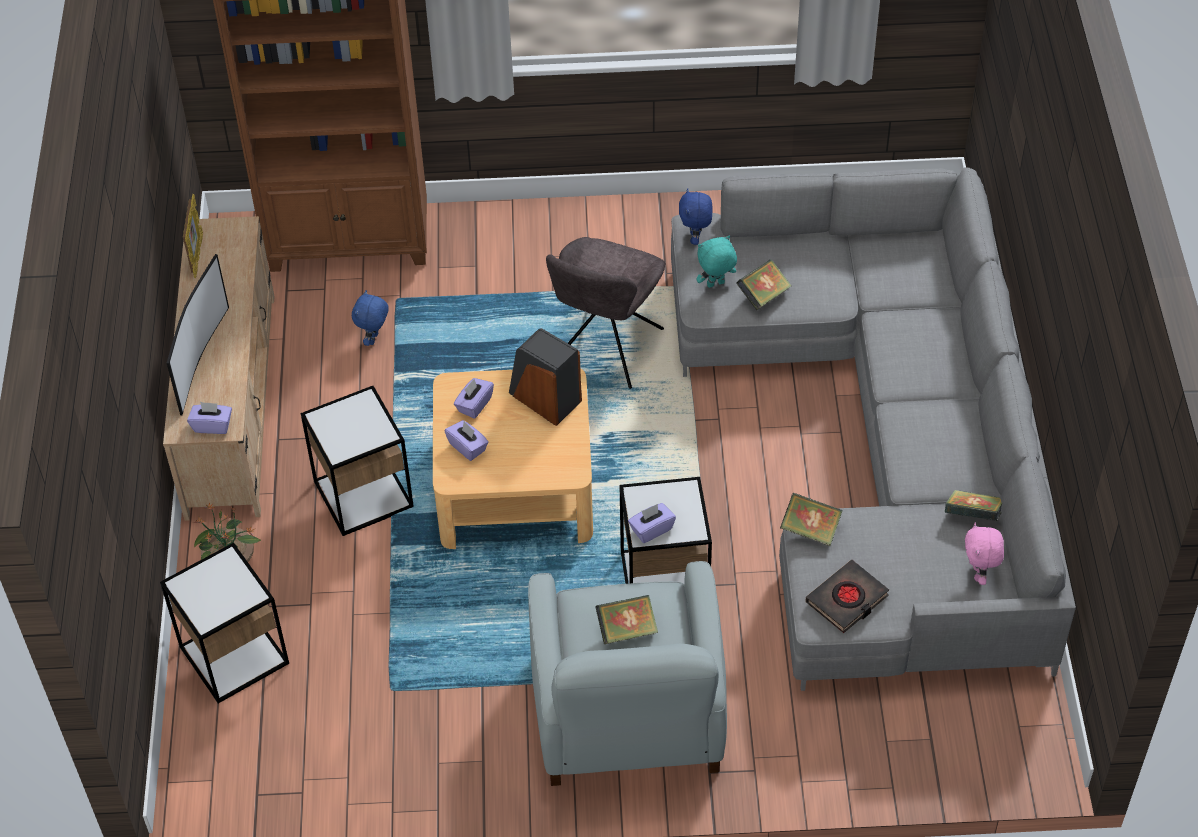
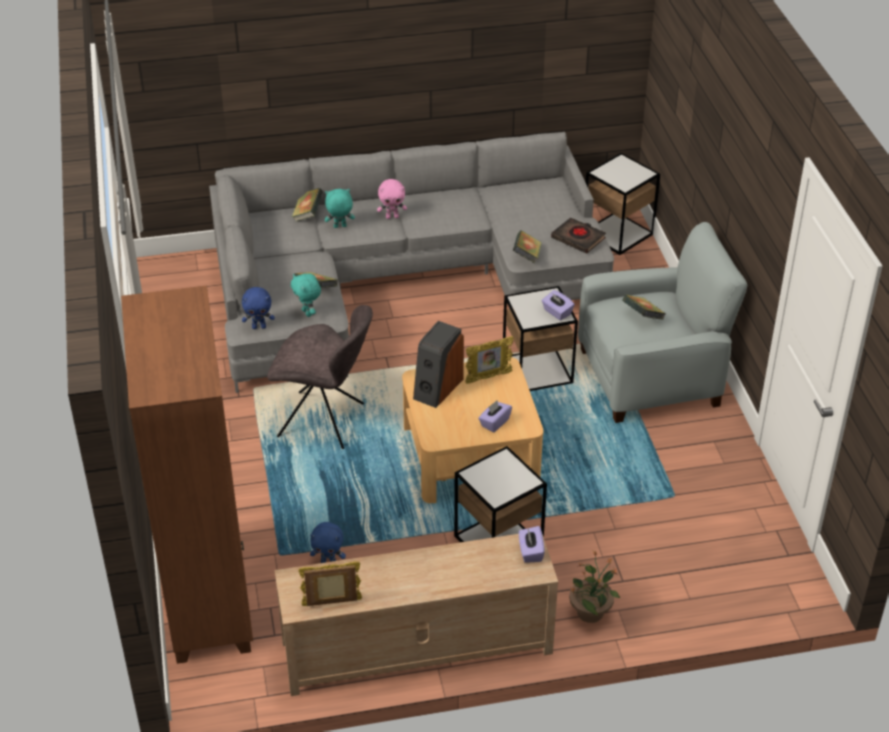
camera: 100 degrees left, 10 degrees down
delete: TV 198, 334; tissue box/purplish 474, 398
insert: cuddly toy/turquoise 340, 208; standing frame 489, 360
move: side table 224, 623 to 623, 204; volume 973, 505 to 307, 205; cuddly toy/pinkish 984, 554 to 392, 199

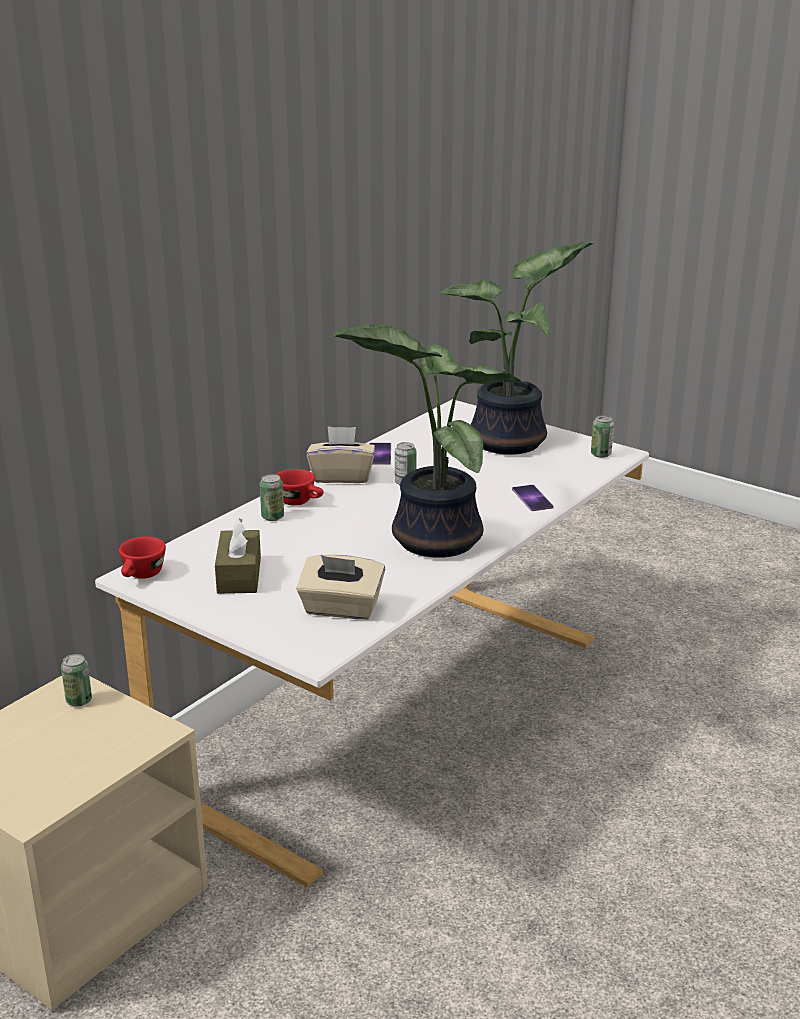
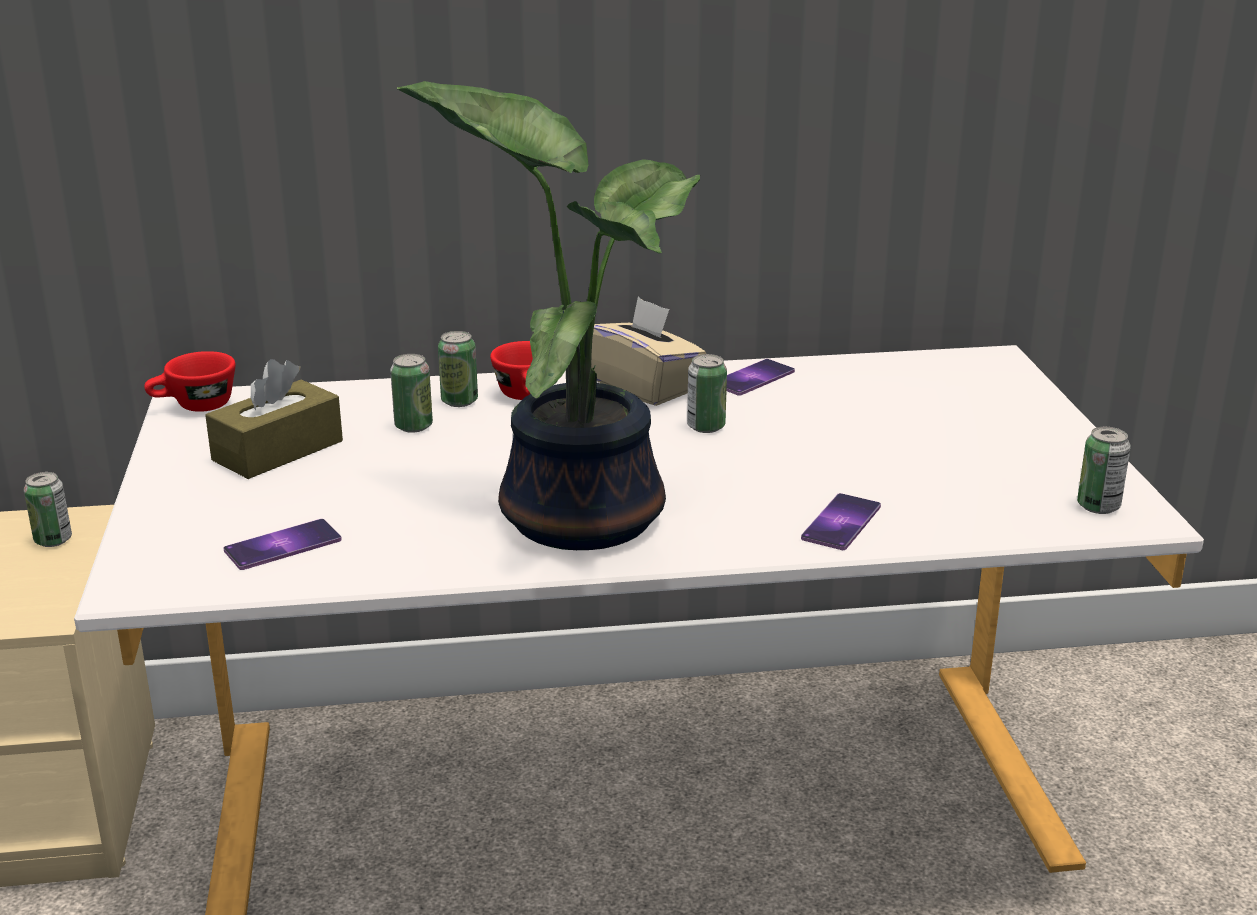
camera: 45 degrees right, 0 degrees up
delete: houseplant 517, 348
insert: can 411, 393
replace: tissue box/sand-coloured 340, 587 to phone 283, 544

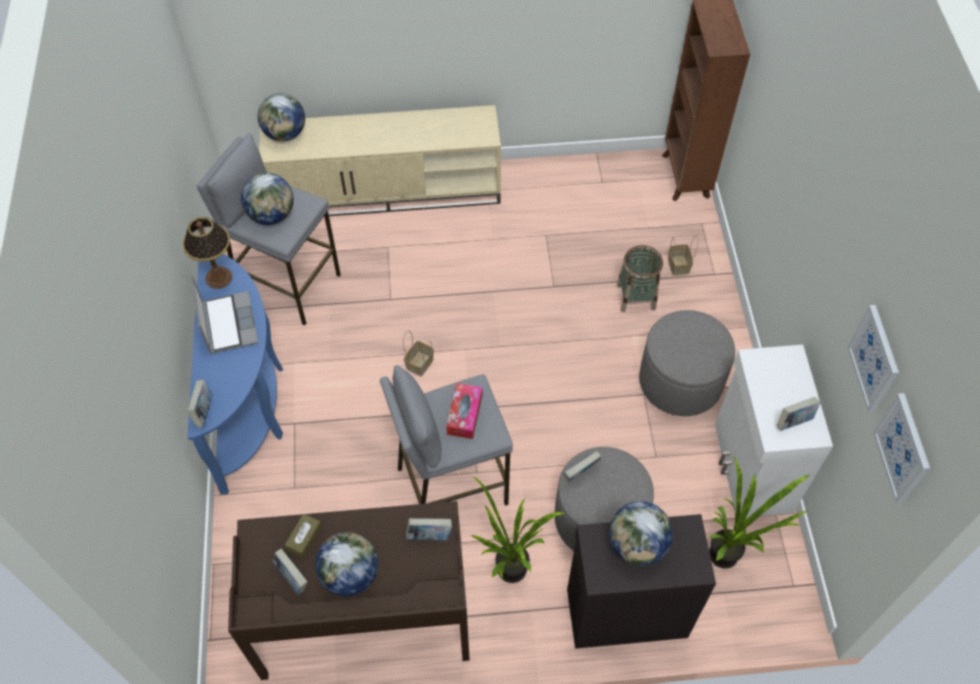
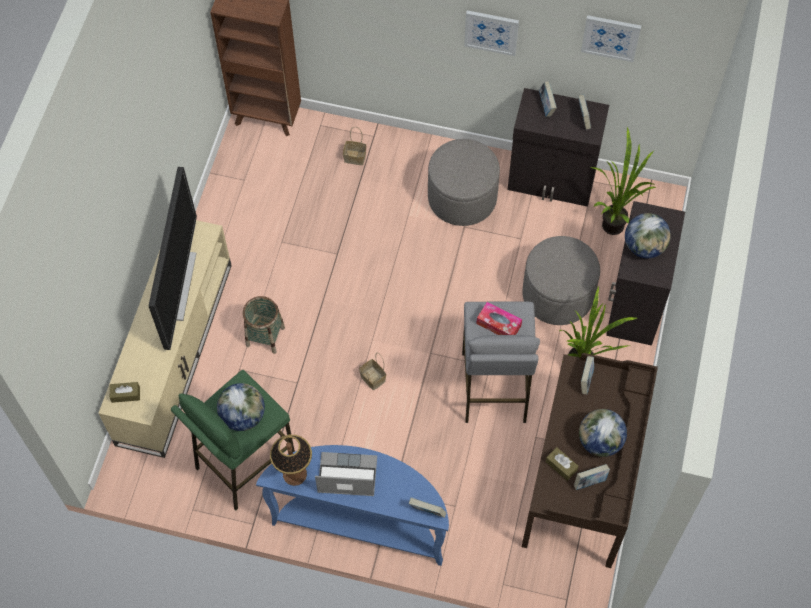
camera: 70 degrees left, 5 degrees up
insert: TV 173, 258
move: volume 583, 466 to 548, 99; household basket 640, 278 to 264, 325; picture 901, 448 to 491, 33
replace: world globe 281, 117 to tissue box/brown 125, 392
recolor: stool seat/greyish 269, 229 to stool seat/green-coloured 233, 440; cabinet/whitish 774, 431 to cabinet/black-coloured 558, 147

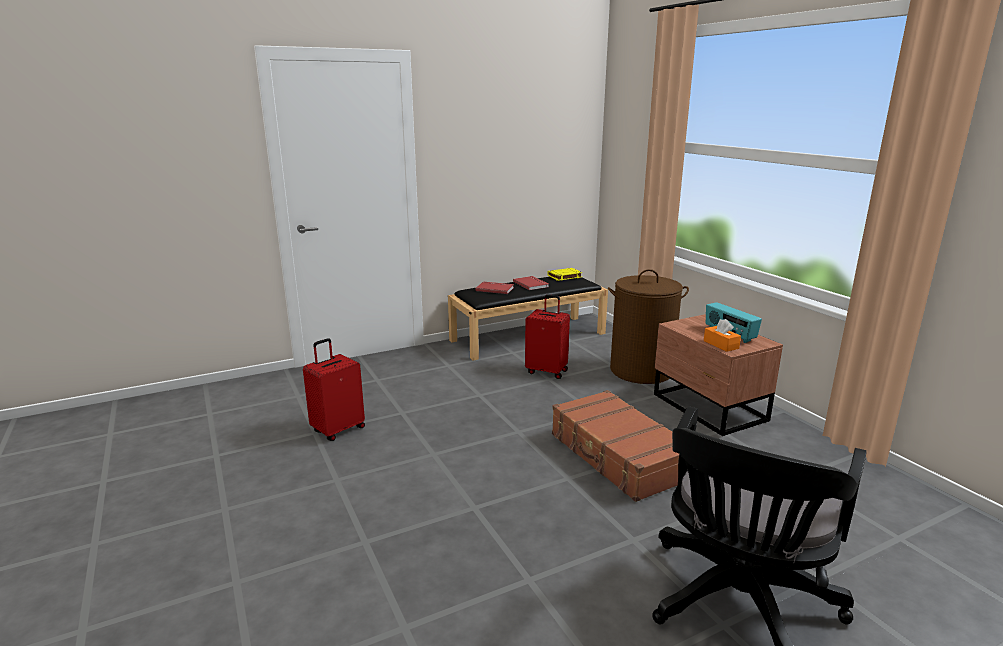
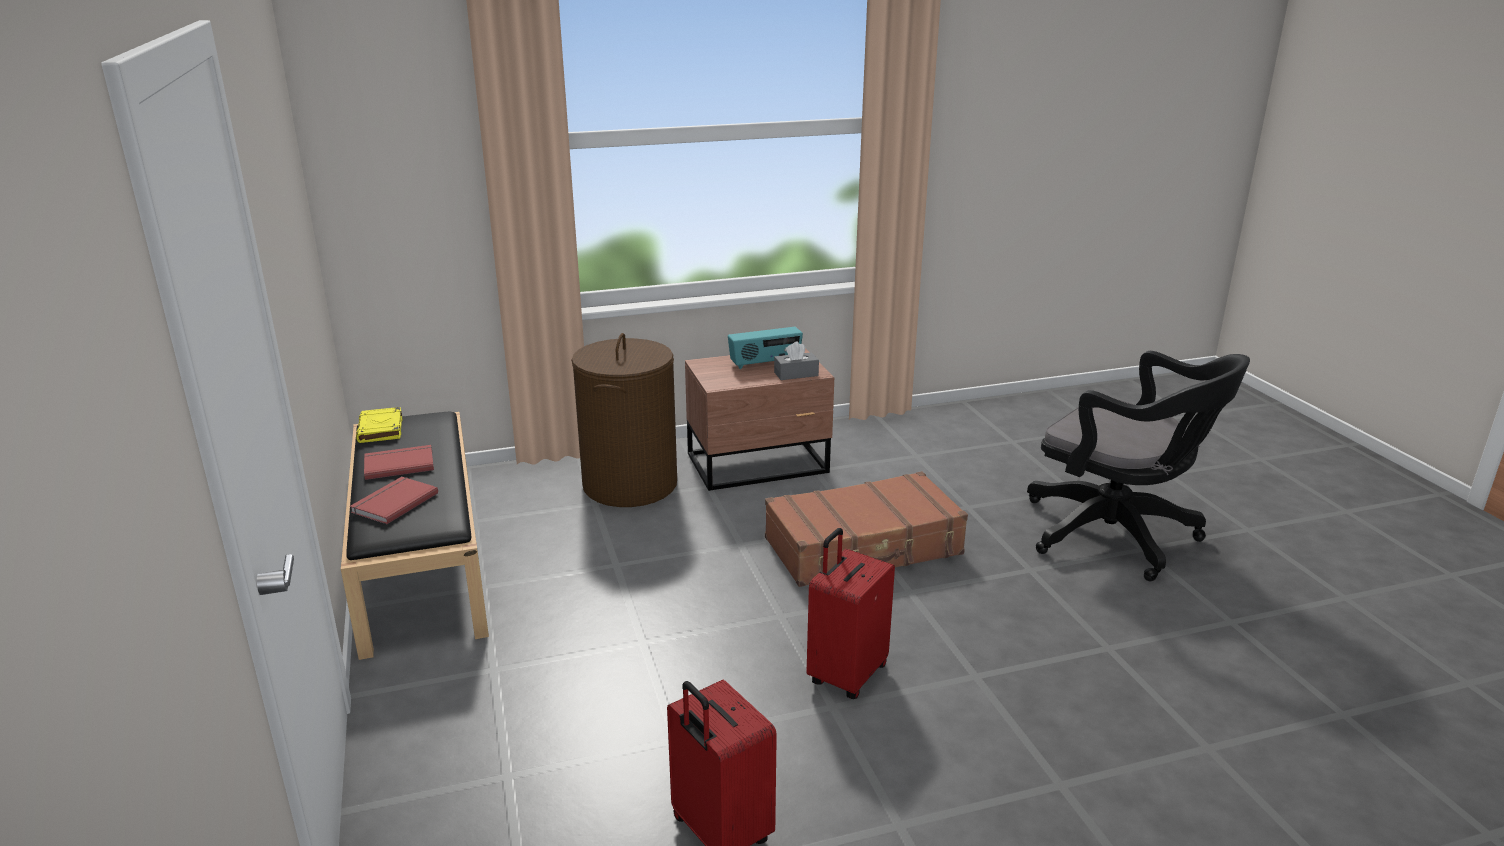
camera: 80 degrees left, 5 degrees up
move: suitcase/reddish 547, 336 to 851, 613
recolor: tissue box/orange 722, 335 to tissue box/greyish 796, 360

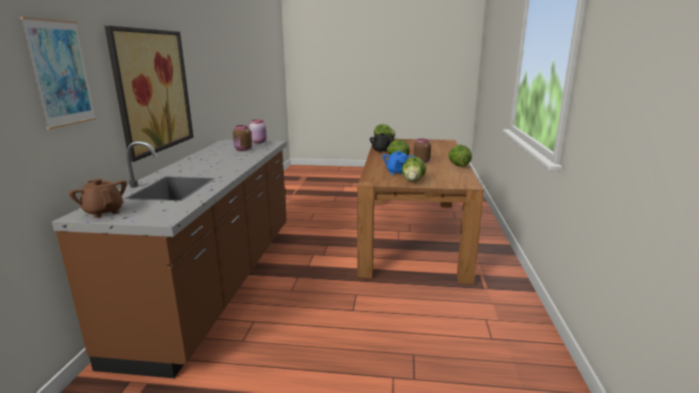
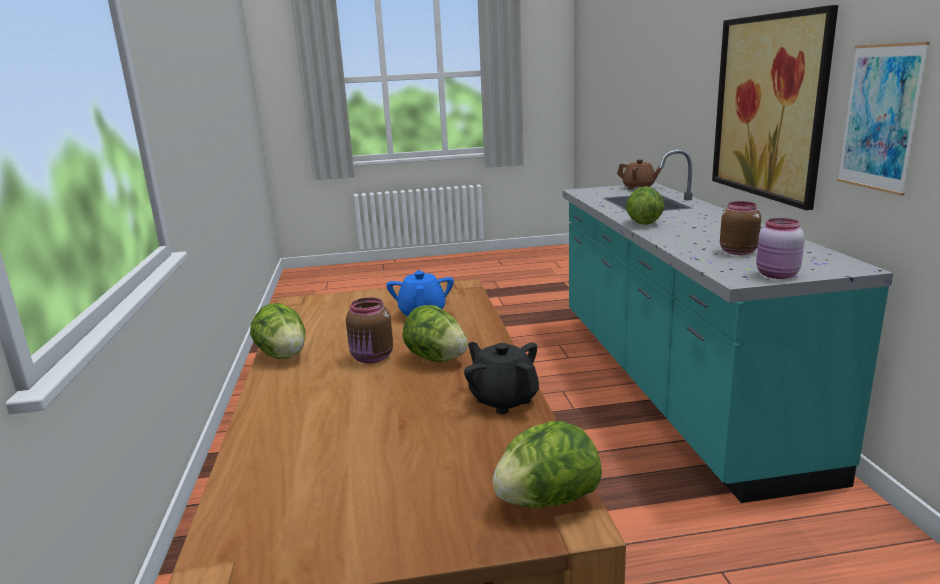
camera: 165 degrees right, 0 degrees up
move: picture 58, 73 to 883, 119; head of lettuce 414, 169 to 645, 205
recolor: kitchen base unit/brown 169, 259 to kitchen base unit/turquoise 728, 326

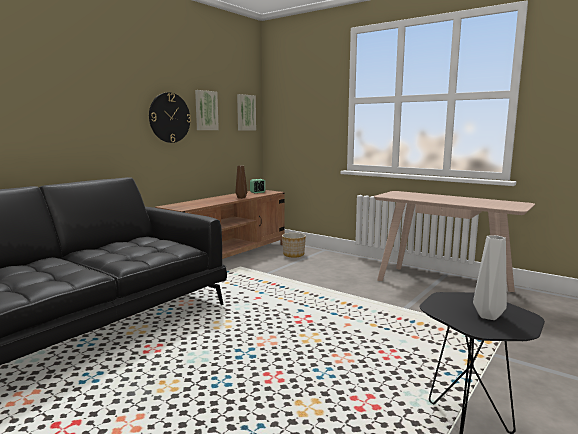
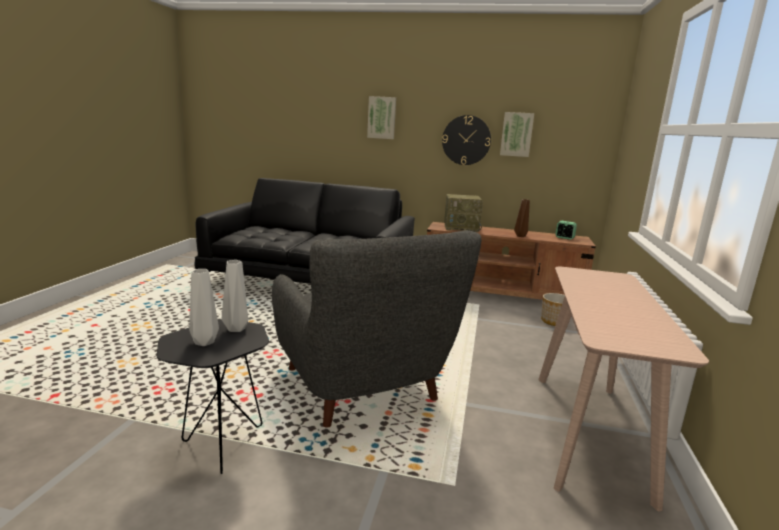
camera: 65 degrees right, 5 degrees up
insert: vase/greyish 235, 296; armchair/greyish 376, 329; radio set 463, 213
move: picture 246, 112 to 381, 117

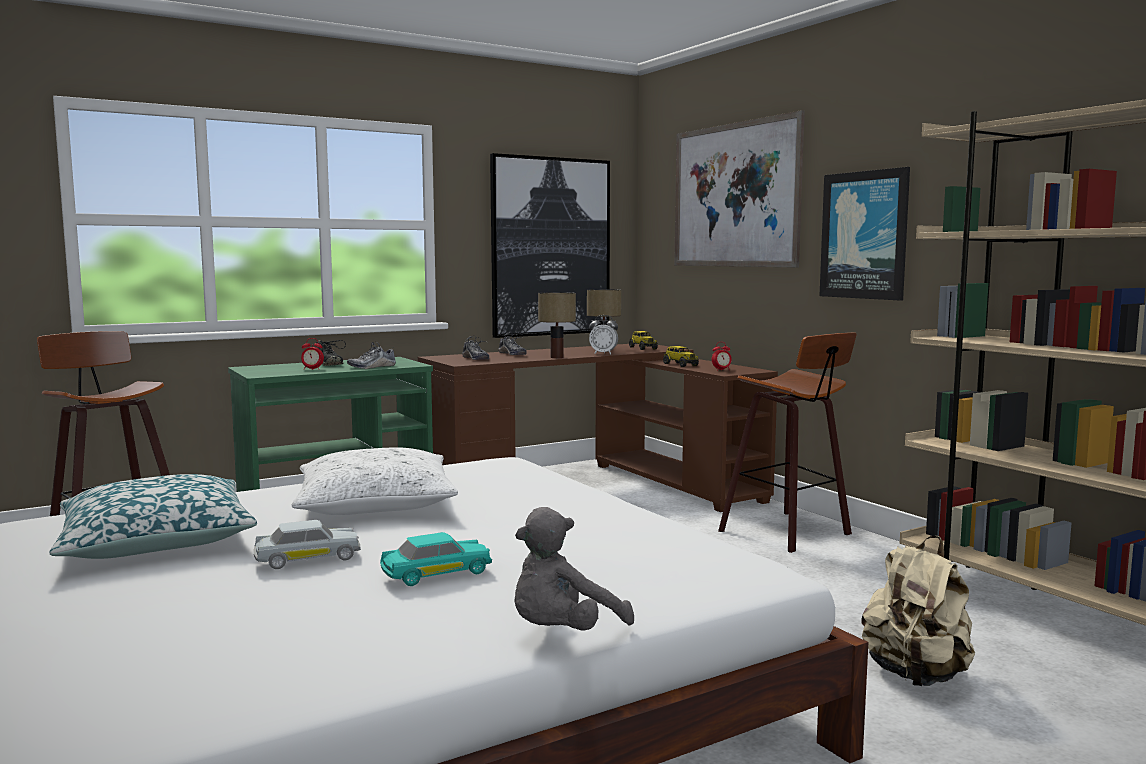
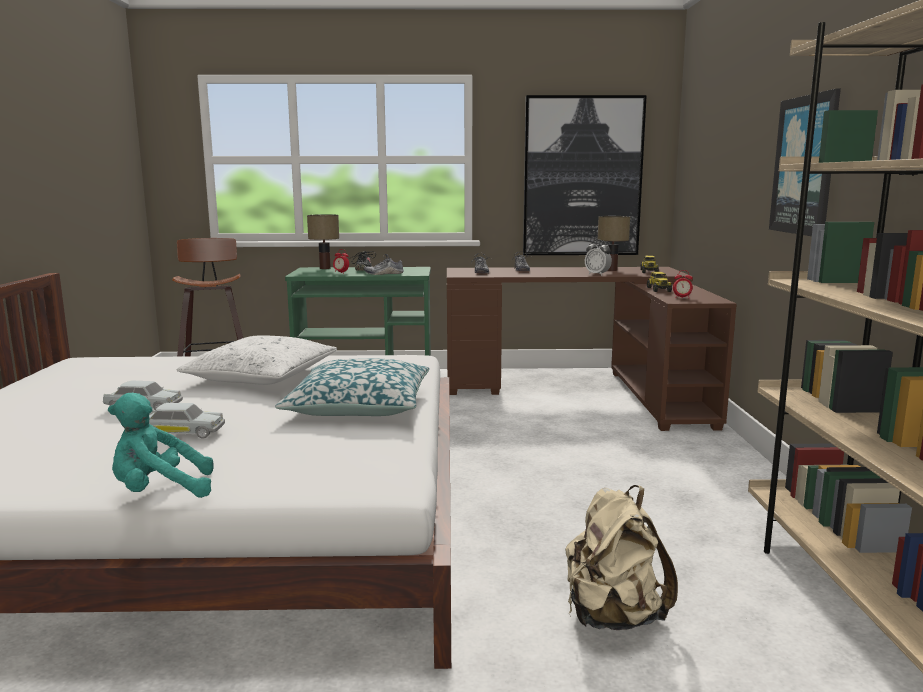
camera: 30 degrees right, 5 degrees up
delete: picture 739, 189; stool seat 787, 443
move: pillow 153, 516 to 352, 387; table lamp 557, 325 to 323, 241
recolor: miniature car/turquoise 436, 559 to miniature car/whitish 187, 421; cuddly toy/greyish 574, 569 to cuddly toy/turquoise 161, 445

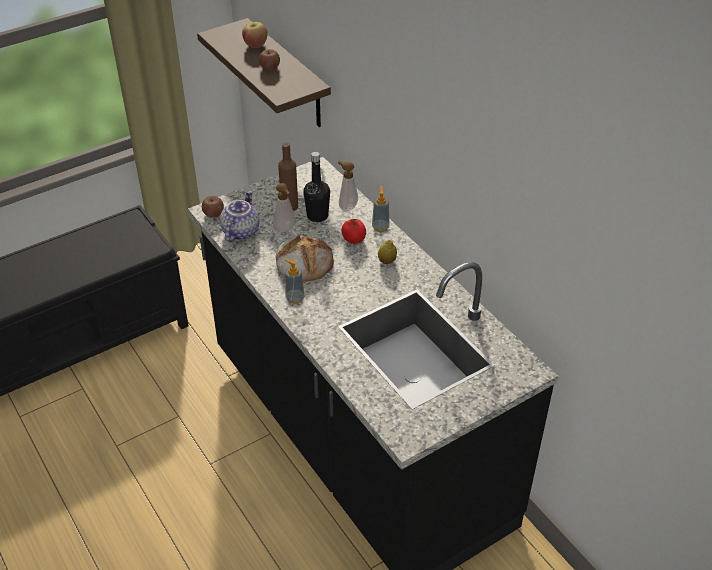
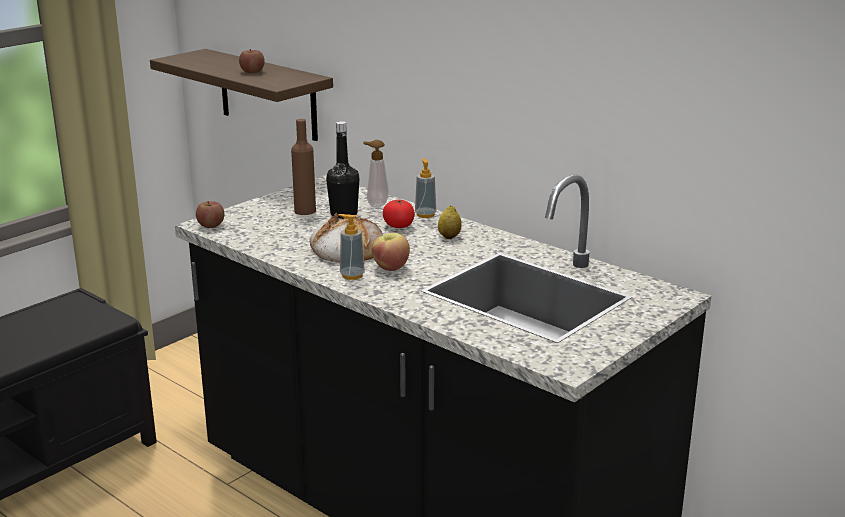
camera: 15 degrees left, 20 degrees down
delete: teapot 240, 216; liquid soap bottle 284, 208
move: whole apple 255, 35 to 391, 252

